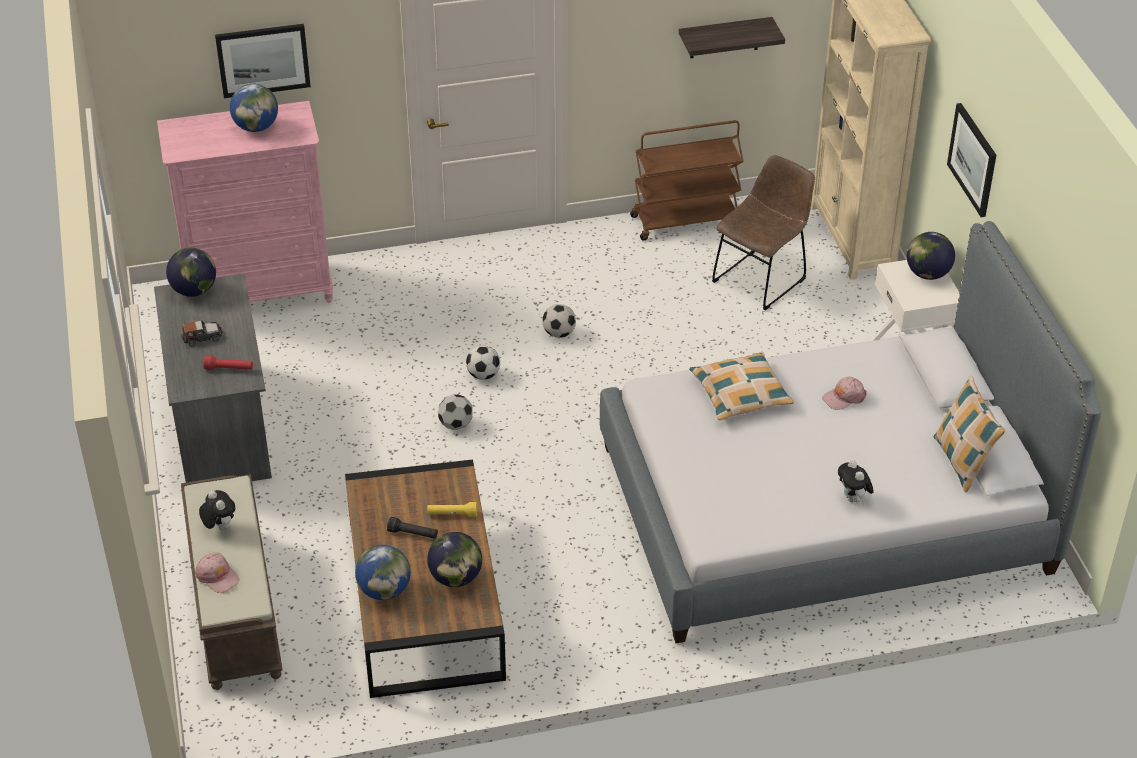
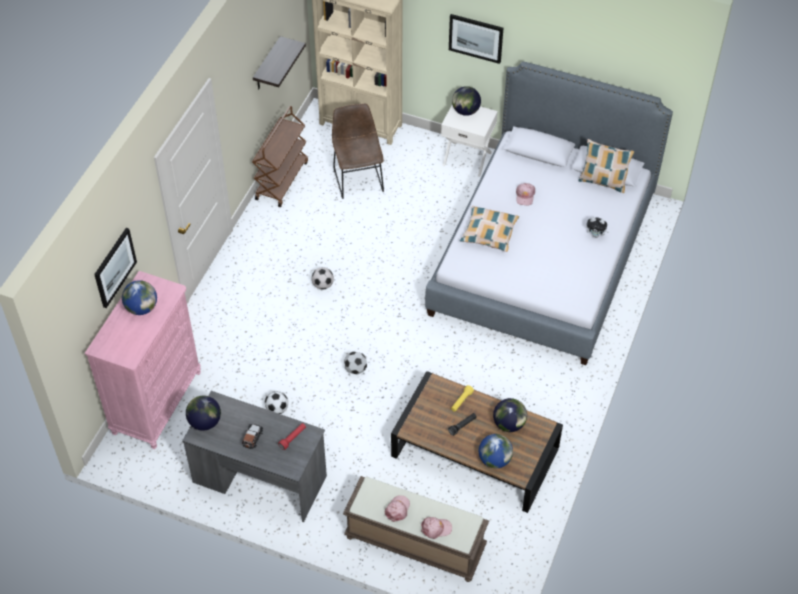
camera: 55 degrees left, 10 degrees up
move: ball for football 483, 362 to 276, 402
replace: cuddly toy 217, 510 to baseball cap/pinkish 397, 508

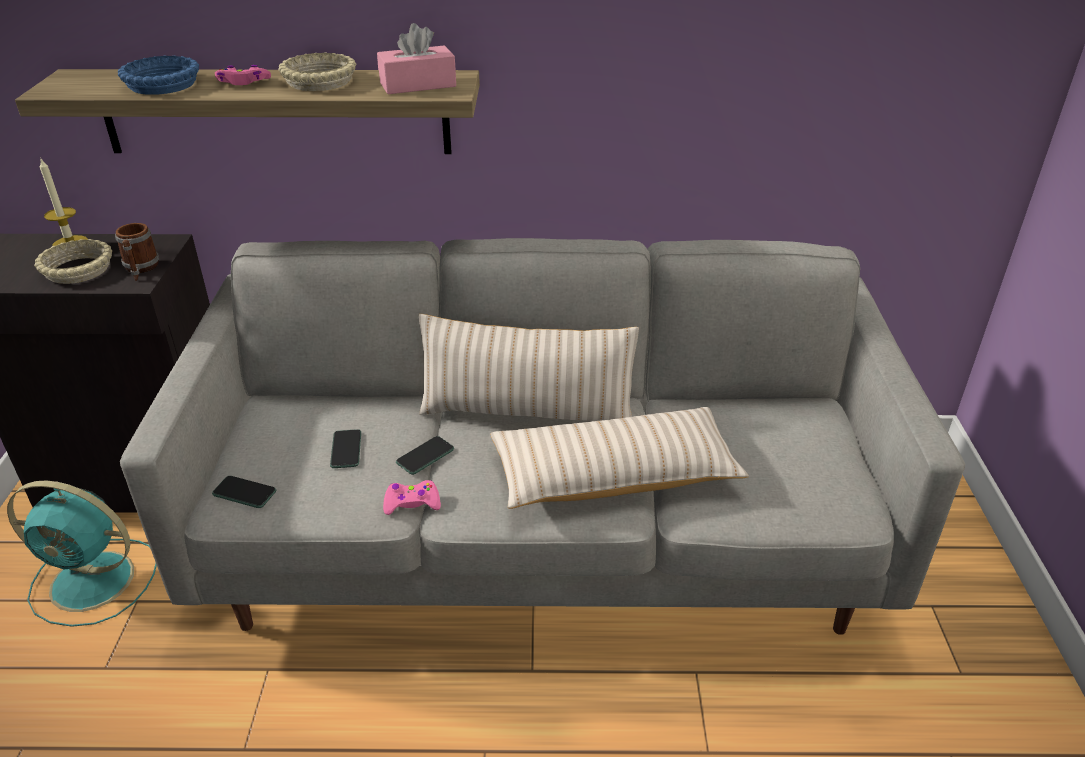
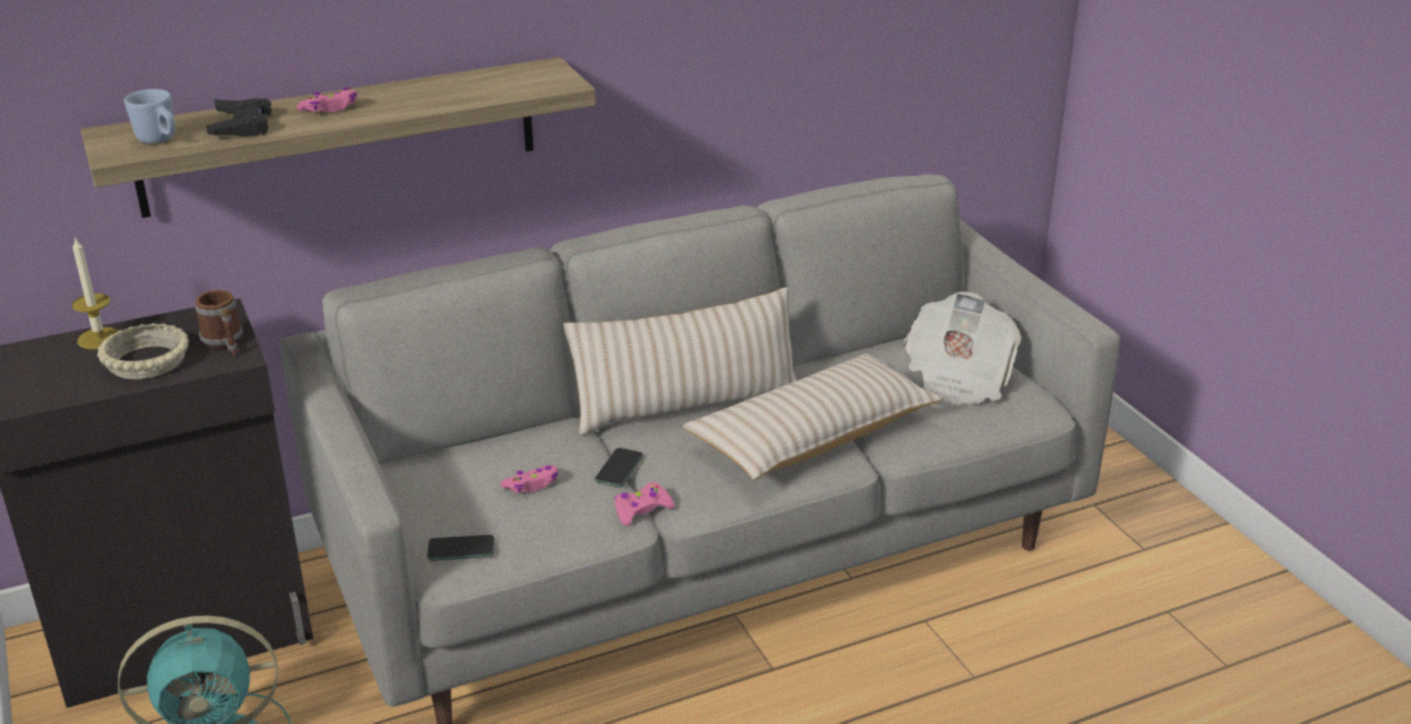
camera: 25 degrees left, 5 degrees down
delete: serving bowl/sand-coloured 317, 71; tissue box/pinkish 416, 58
insert: mug/blue 150, 116; daily paper 962, 350
replace: serving bowl/blue 158, 75 to game controller/black-coloured 239, 117; phone 345, 448 to game controller/pinkish 529, 479

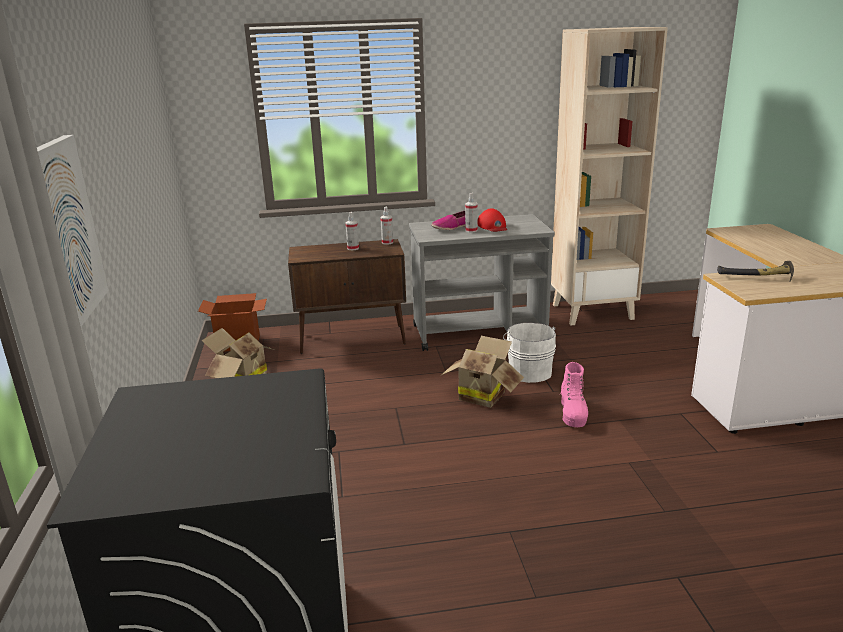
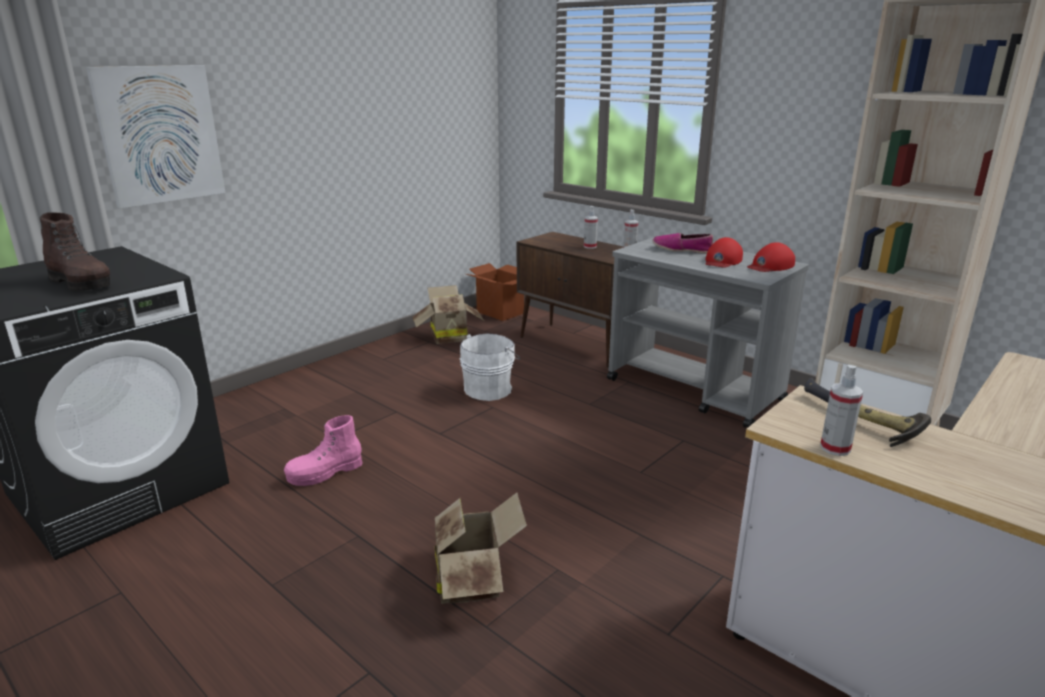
camera: 50 degrees right, 0 degrees up
insert: boot/brown 75, 251; baseball cap/reddish 771, 257
move: packing box 482, 372 to 481, 548; hand sprayer 471, 213 to 841, 410; water bucket/whitish 529, 353 to 490, 367; boot/pinkish 574, 394 to 323, 450

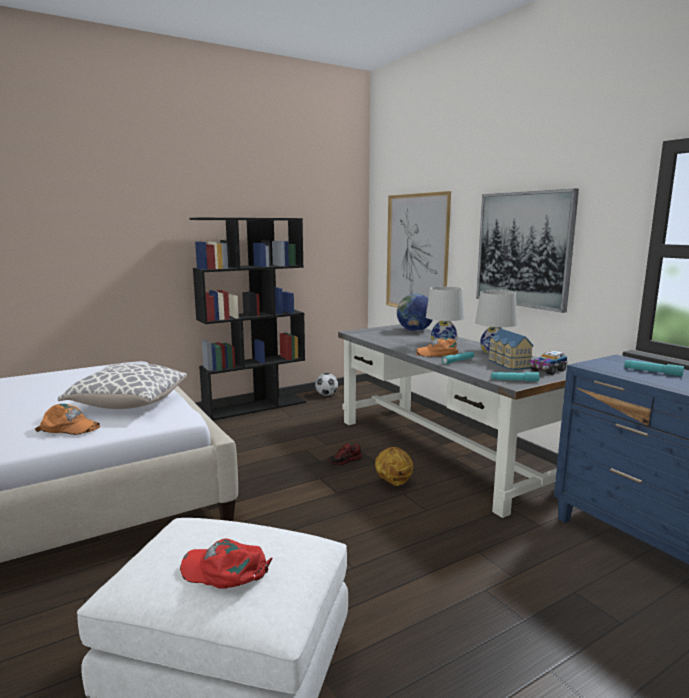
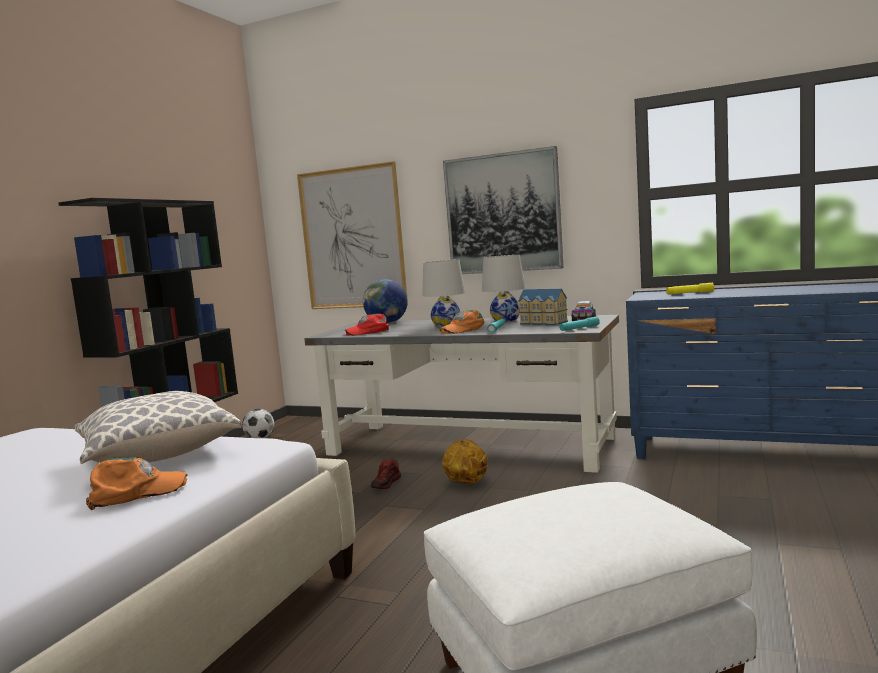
camera: 35 degrees left, 5 degrees down
move: baseball cap/reddish 226, 563 to 366, 324
recolor: flashlight/turquoise 654, 368 to flashlight/yellowish 690, 288

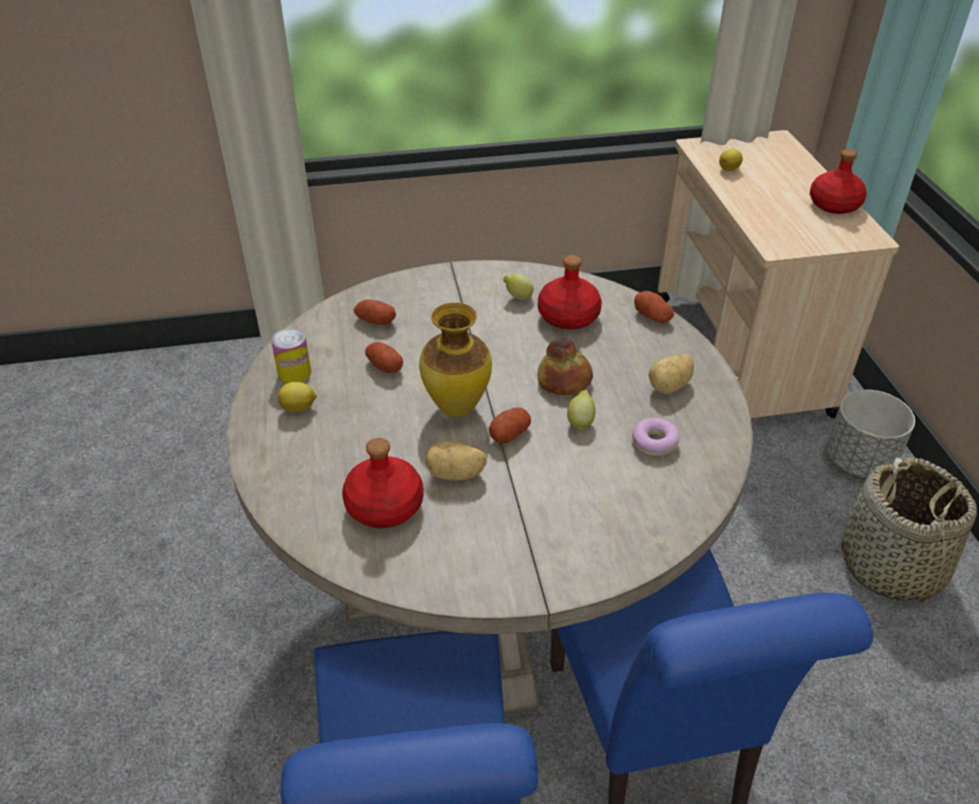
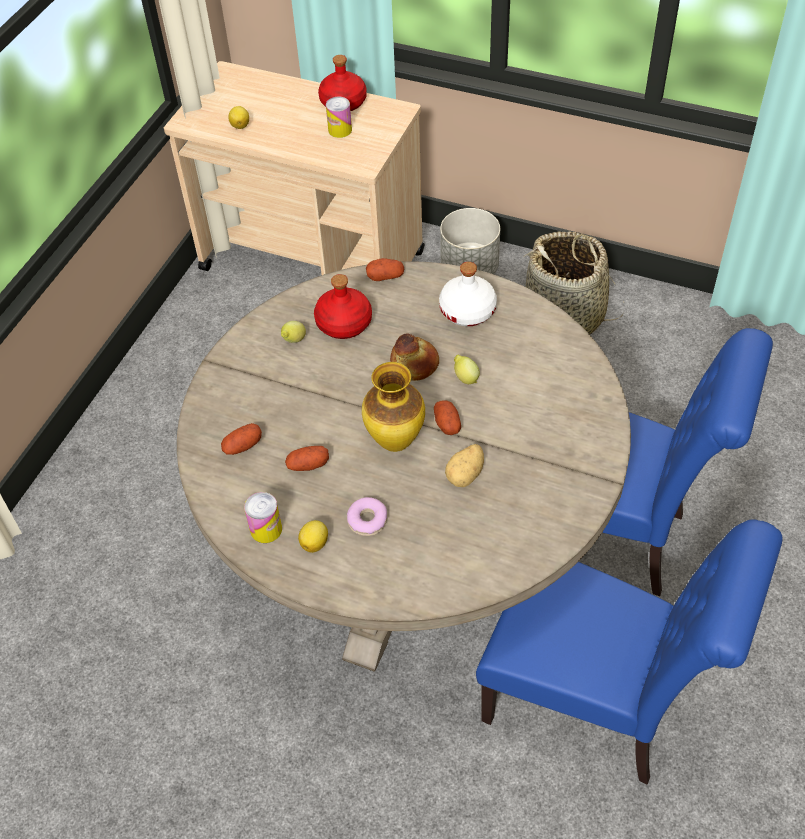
camera: 55 degrees left, 10 degrees up
delete: beverage bottle/reddish 382, 483
insert: can 339, 117
move: donut 656, 437 to 367, 516
replace: spud 671, 374 to beverage bottle/whitish 468, 294

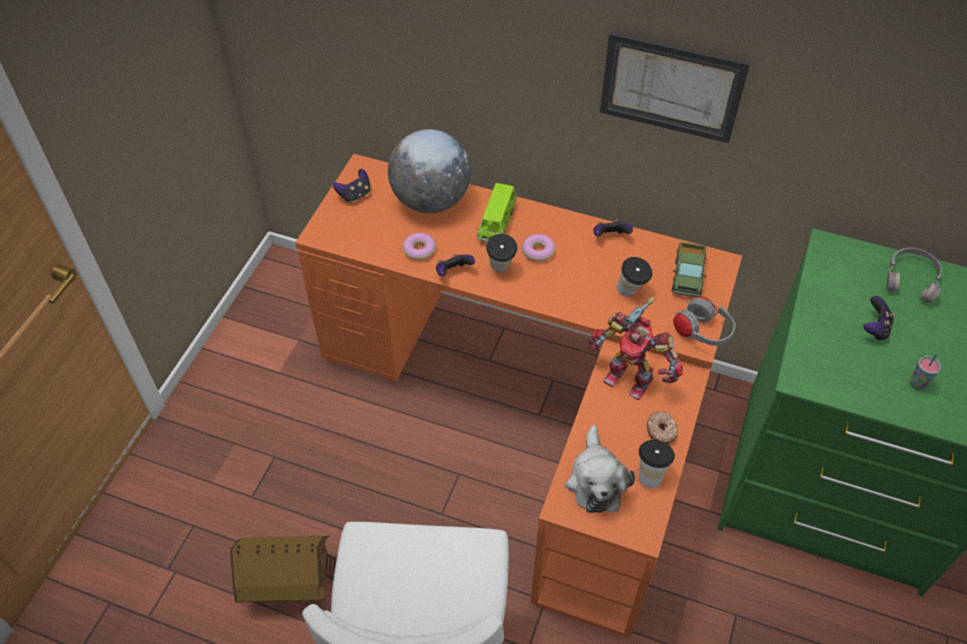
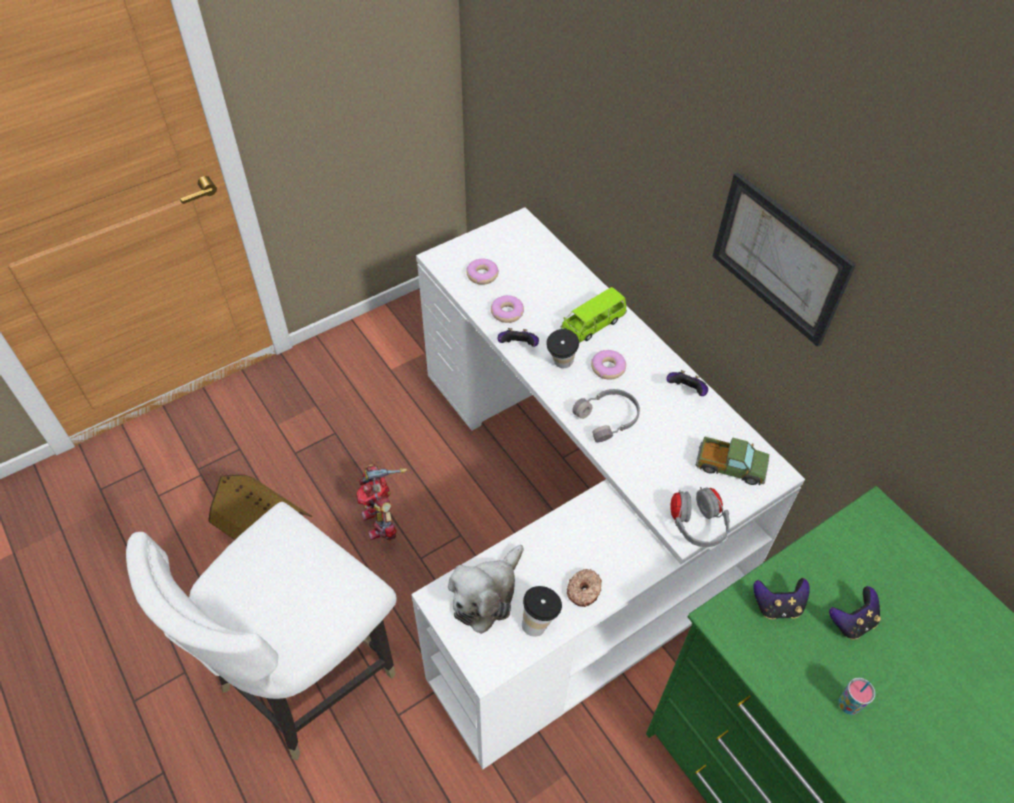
camera: 35 degrees right, 0 degrees up
delete: world globe 429, 171; cup 634, 277
insert: donut 482, 272
move: game controller 352, 186 to 781, 599; toy robot 636, 348 to 382, 502; headset/greyish 914, 276 to 606, 415
recolor: desk/orange 518, 396 to desk/whitish 608, 488
rotate: model truck 689, 269 = 733, 461 120 degrees counterclockwise

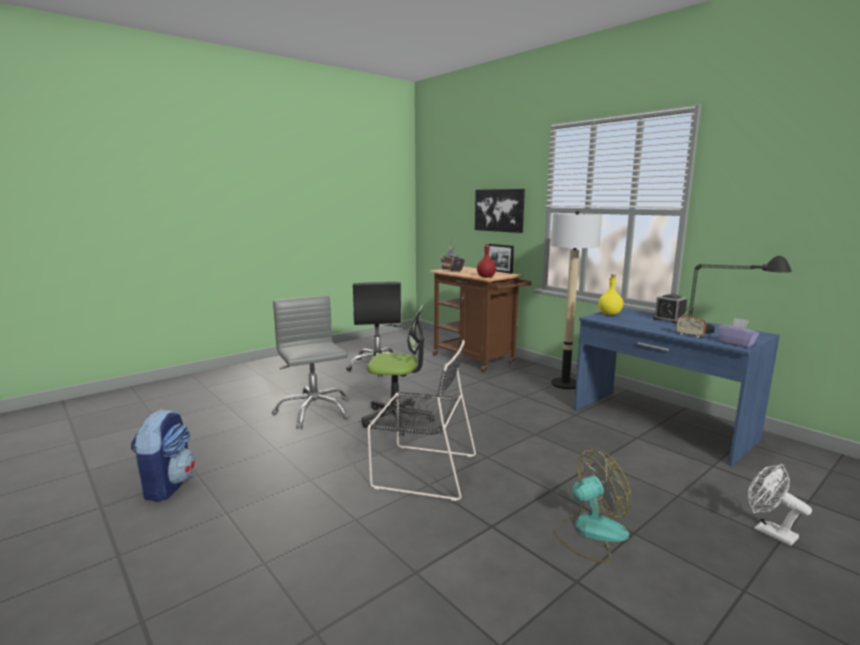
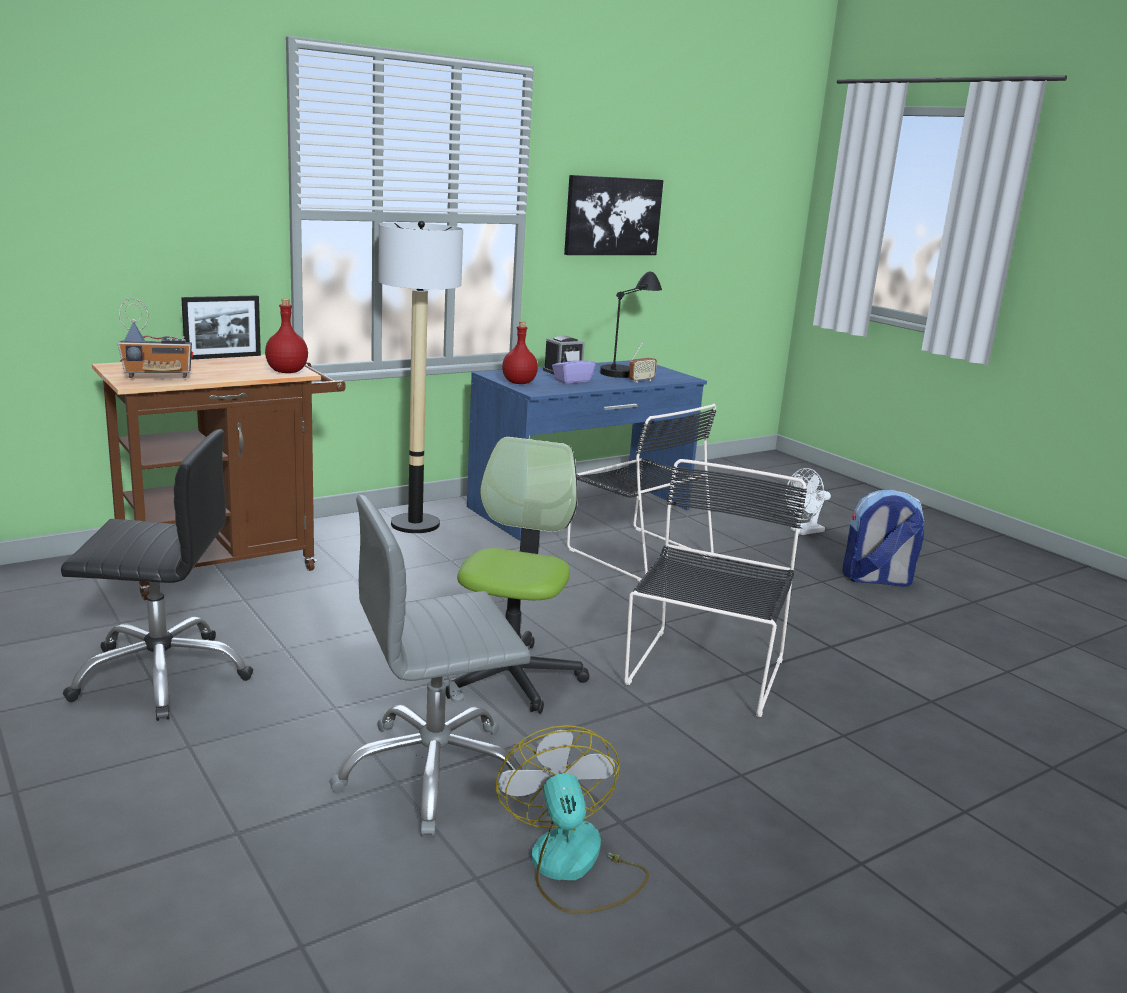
camera: 85 degrees left, 5 degrees up
insert: chair/black-coloured 641, 492
move: backpack 163, 455 to 883, 538; picture 500, 211 to 613, 215; cooling fan 592, 505 to 572, 819; tissue box/purplish 738, 333 to 573, 367
recolor: beverage bottle/yellowish 610, 294 to beverage bottle/reddish 520, 352

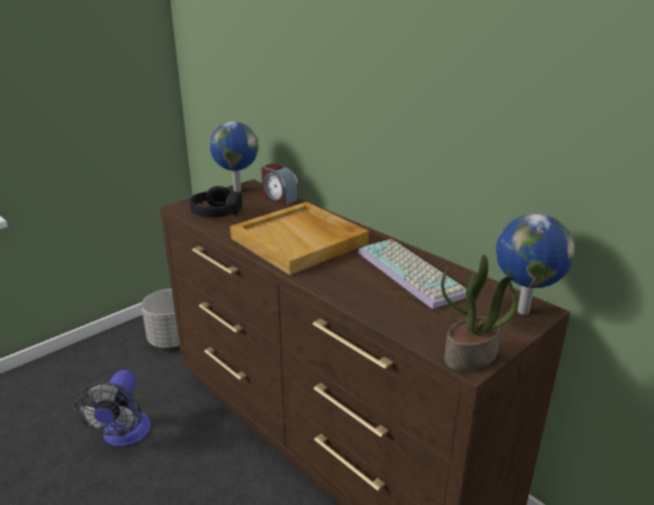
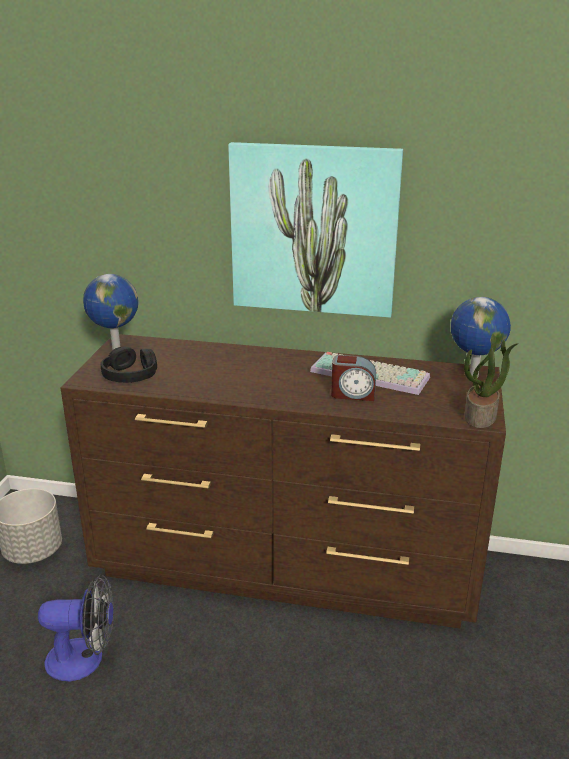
camera: 35 degrees left, 0 degrees up
delete: serving tray/sand-coloured 299, 238
insert: picture 315, 230
move: bedside clock 280, 184 to 353, 378
rotate: cooling fan 112, 408 = 76, 627 60 degrees counterclockwise

